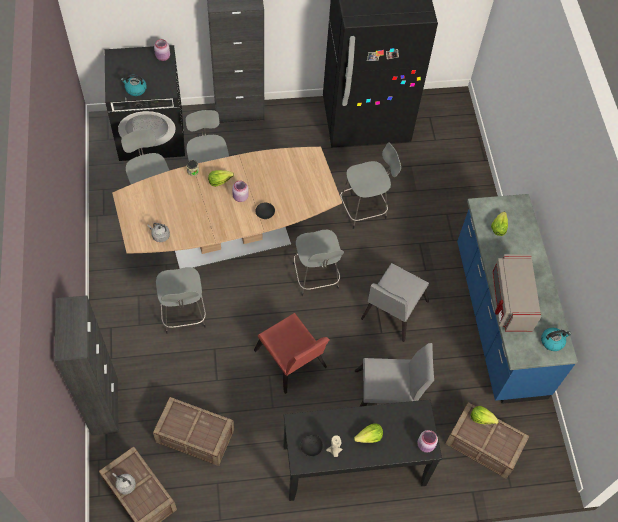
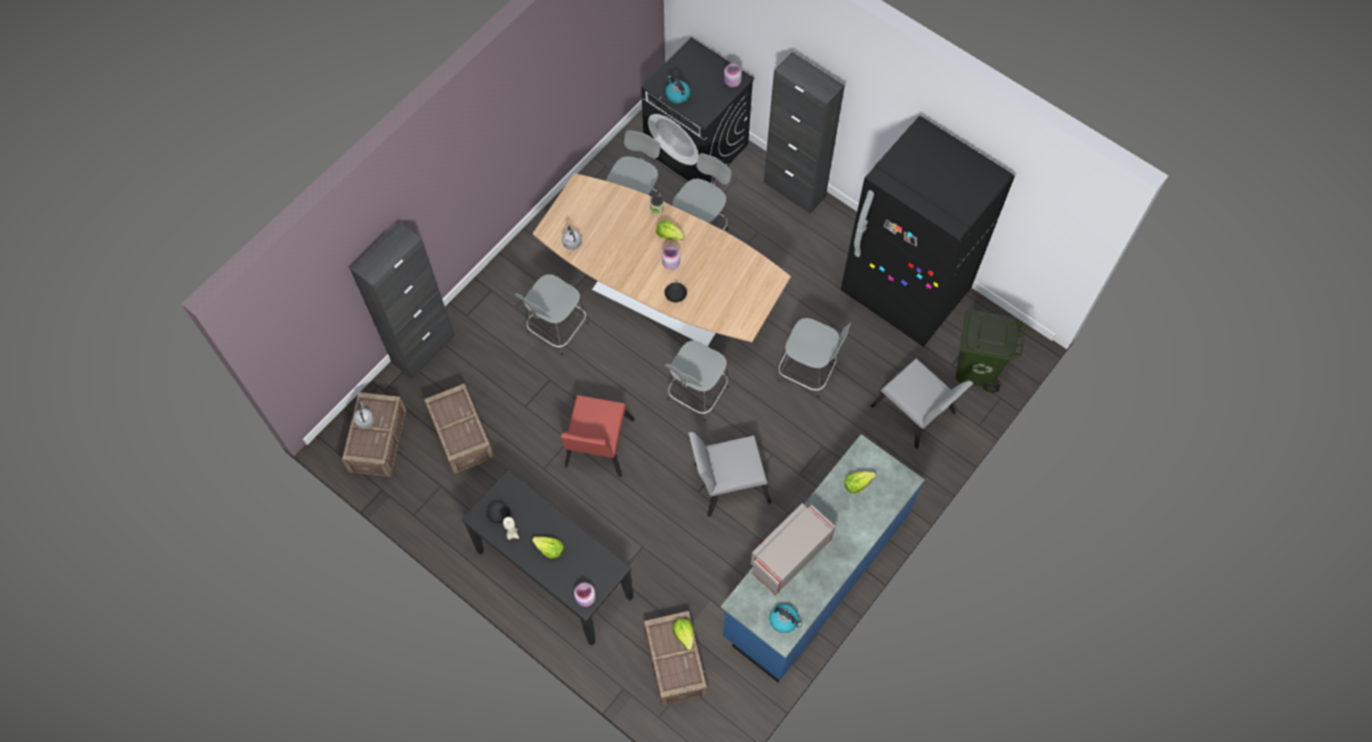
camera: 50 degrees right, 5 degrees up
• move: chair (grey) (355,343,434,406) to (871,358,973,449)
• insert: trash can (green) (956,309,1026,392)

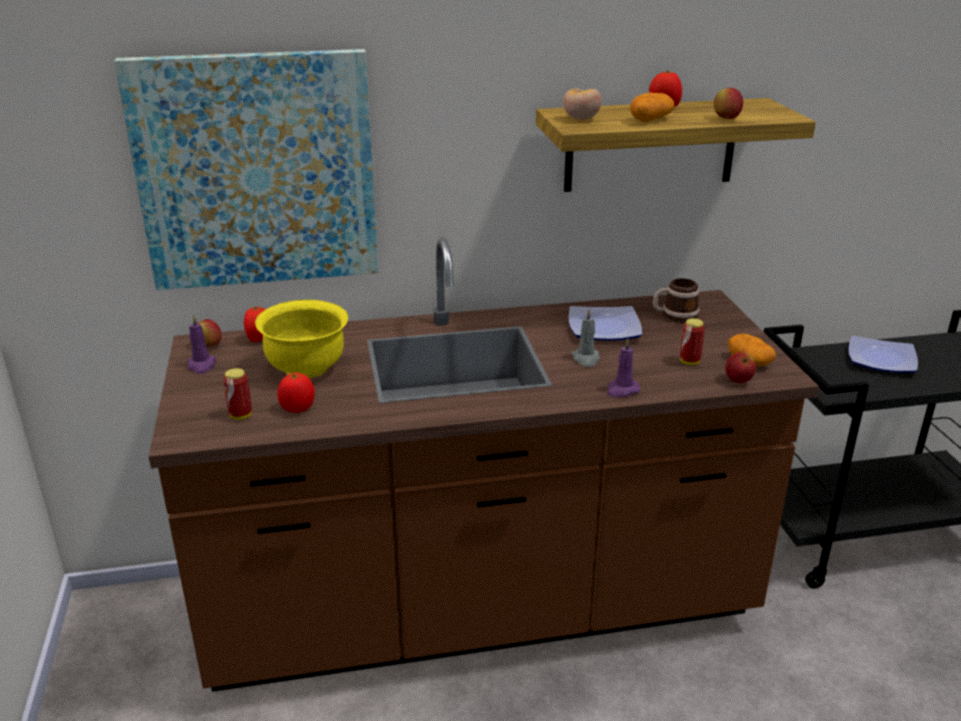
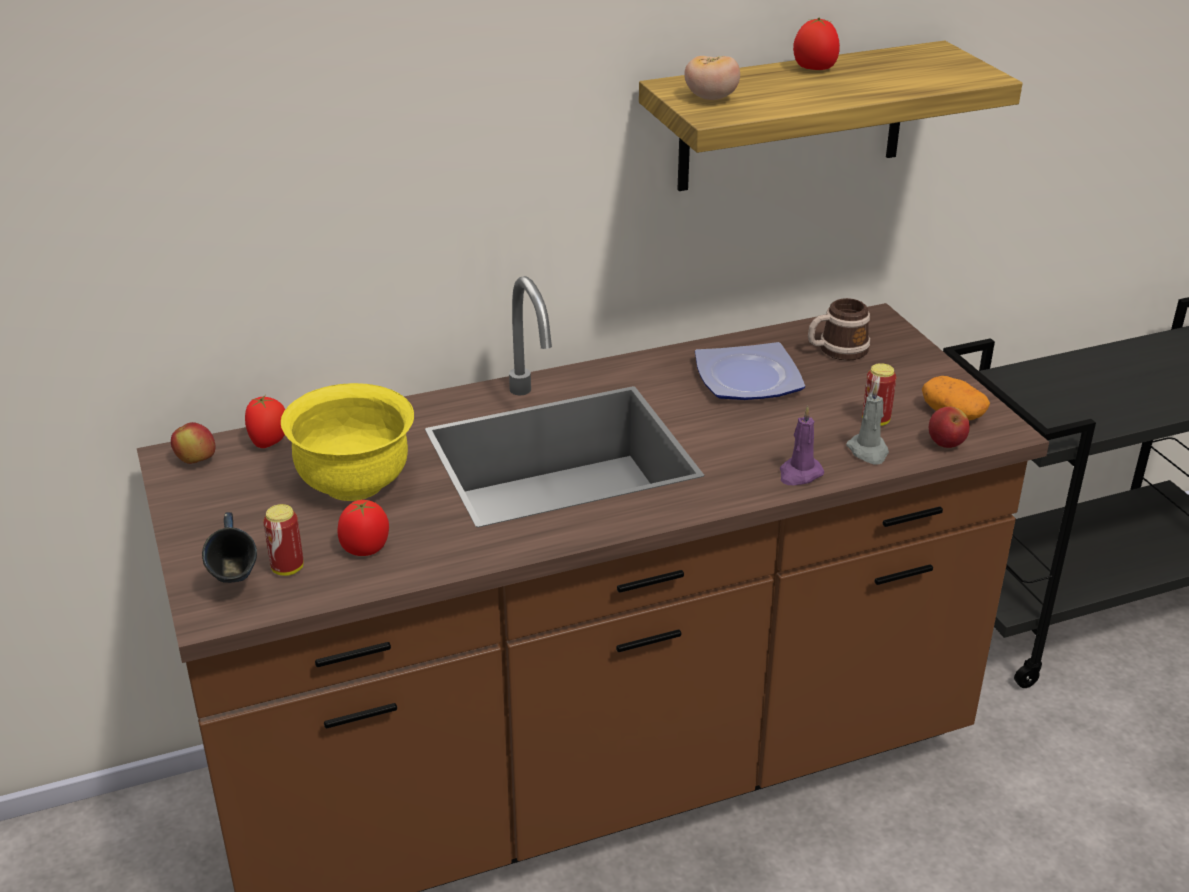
camera: 10 degrees left, 5 degrees up
• delete: picture (114,49,378,290)
• delete: candle (purple) (187,314,216,374)
• move: candle (grey) (571,309,600,367) to (846,384,889,464)
• delete: potato (630,93,675,122)
• delete: apple (714,88,743,119)
• delete: plate (848,336,918,373)
• insert: mug (blue) (202,512,257,583)

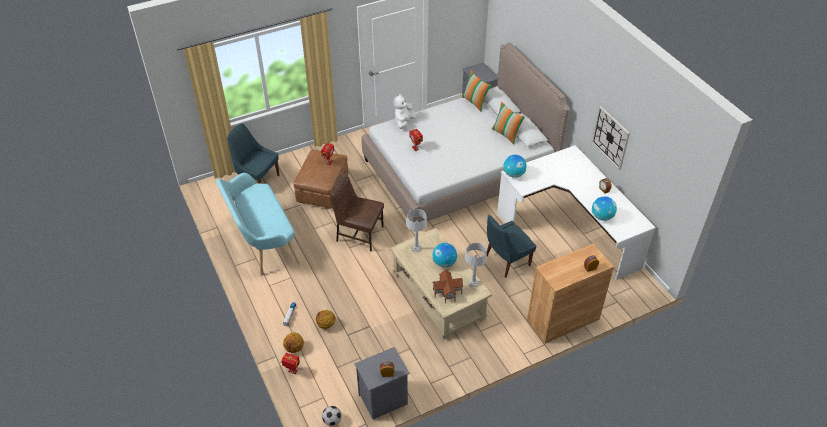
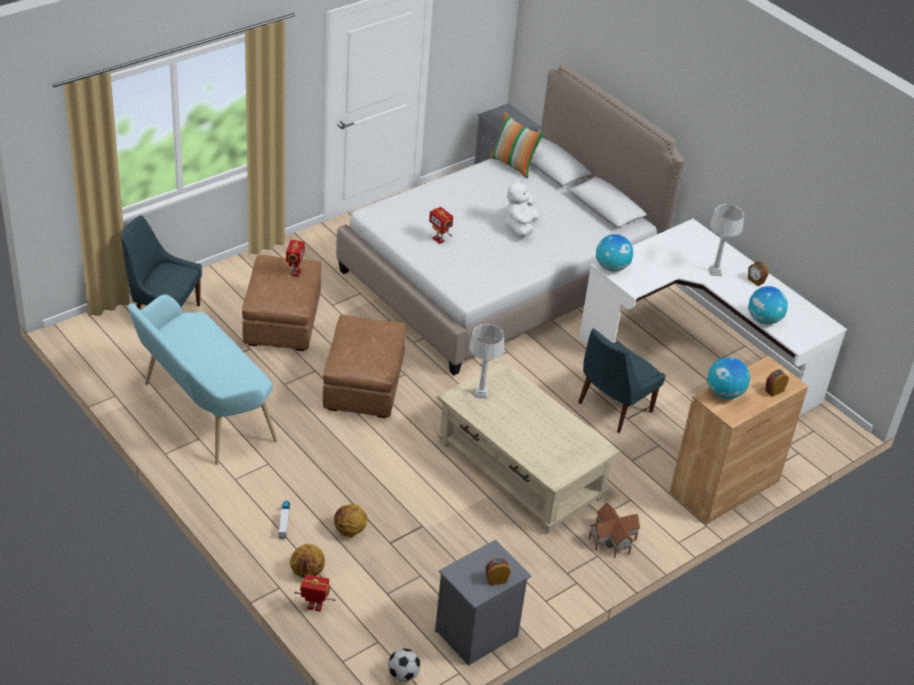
camera: 15 degrees left, 5 degrees down
• replace: chair (brown) (330,173,384,252) to ottoman (brown) (323,315,406,418)
• move: plush toy (white) (393,94,416,129) to (505,179,539,237)
• move: toy house (432,269,463,303) to (589,503,640,558)
• move: globe (433,243,457,267) to (707,357,750,399)
• move: table lamp (grey) (465,243,487,287) to (709,204,744,276)
• delete: pillow (492,101,525,144)
• delete: wall clock (591,106,630,170)

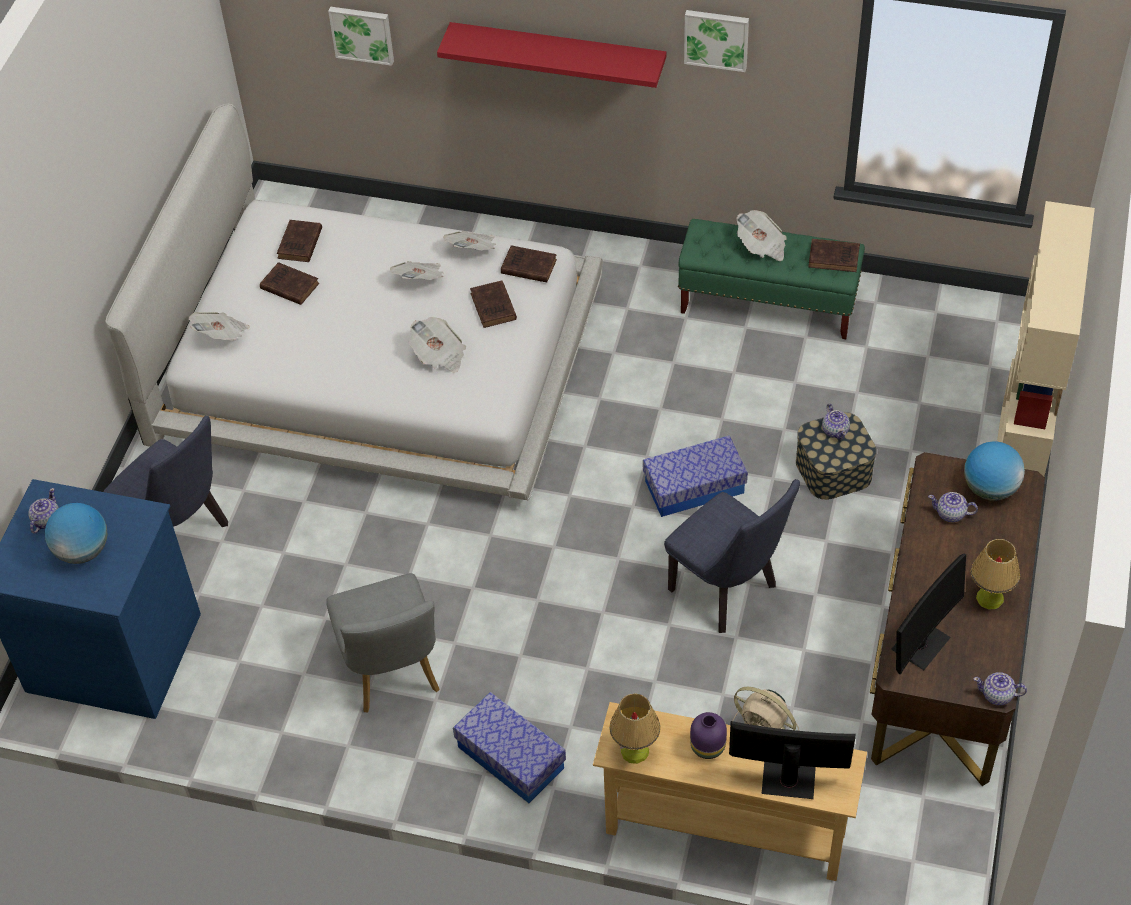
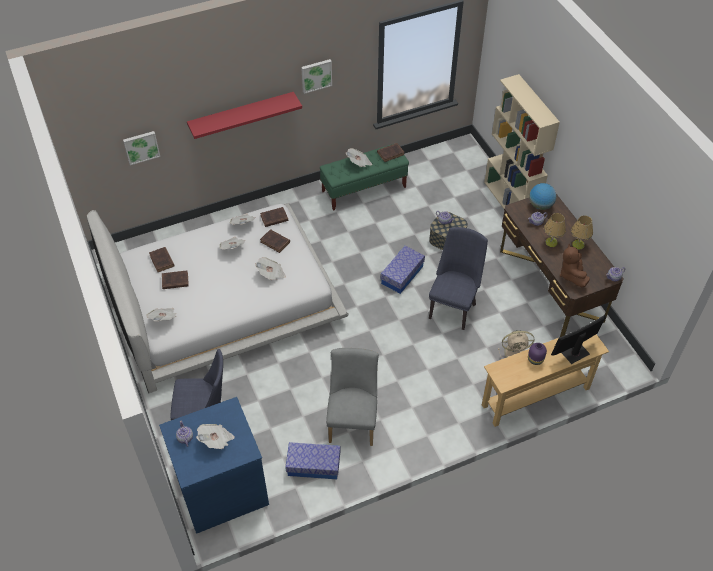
camera: 40 degrees left, 0 degrees up
• replace: globe (45,503,108,564) to newspaper (196,424,235,449)
• rotate: chair (grey) (326,573,440,713) = (326,348,379,446) 120 degrees counterclockwise
• move: storage box (453,692,566,803) to (285,442,341,479)
• move: table lamp (609,693,661,764) to (544,213,566,247)
• rotate: chair (blue) (664,479,800,633) = (429,227,488,330) 75 degrees counterclockwise
• replace: monitor (891,553,966,675) to plush toy (brown) (560,243,590,287)

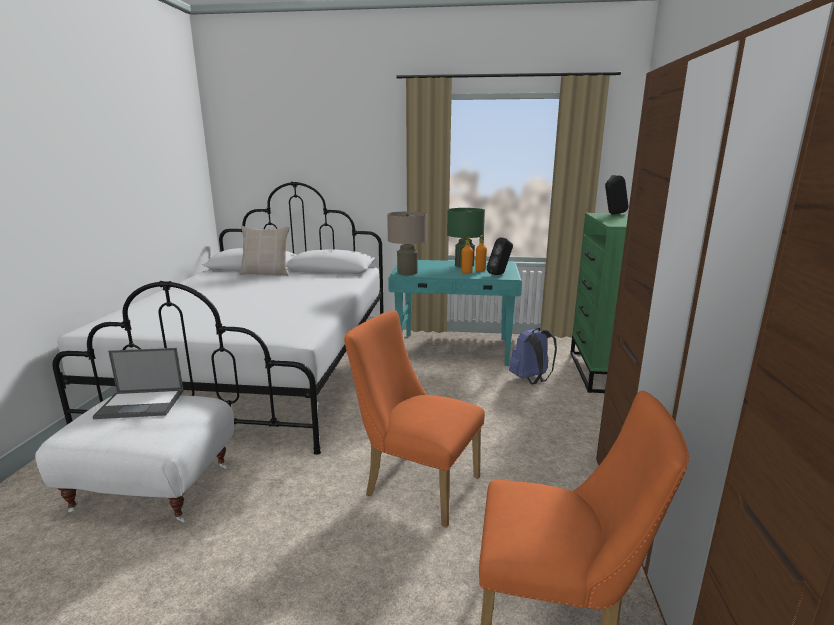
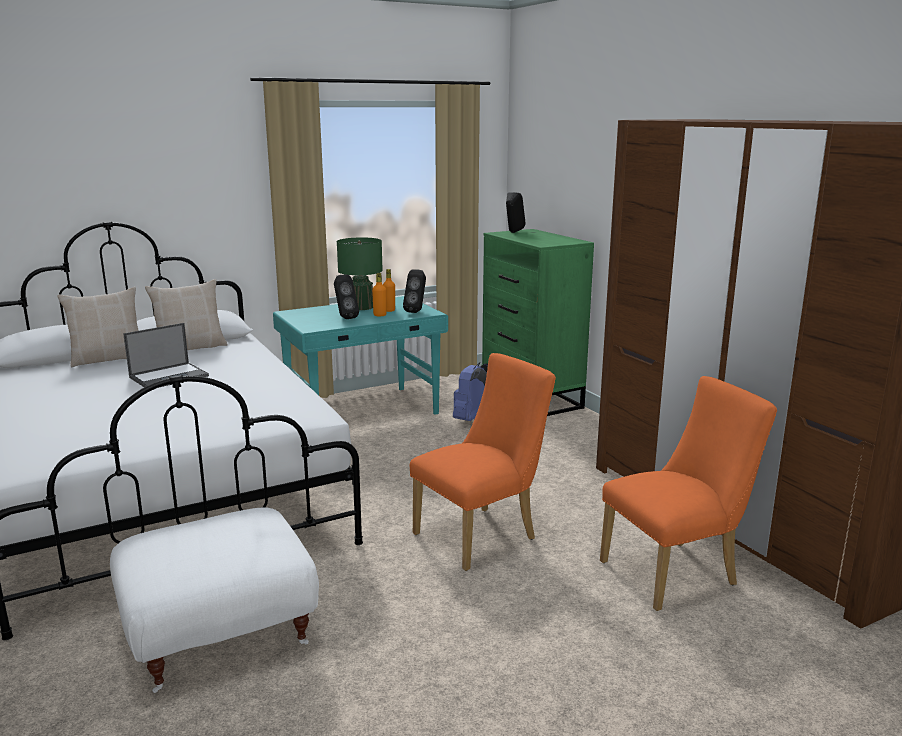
camera: 35 degrees left, 0 degrees up
• move: laptop (93,348,184,419) to (123,323,209,387)
• rotate: chair (orange) (344,310,485,528) = (410,353,556,571) 150 degrees clockwise
• delete: table lamp (beige) (387,212,427,275)
• insert: pillow (beige) (145,279,228,350)
• insert: speaker (black) (334,274,359,319)

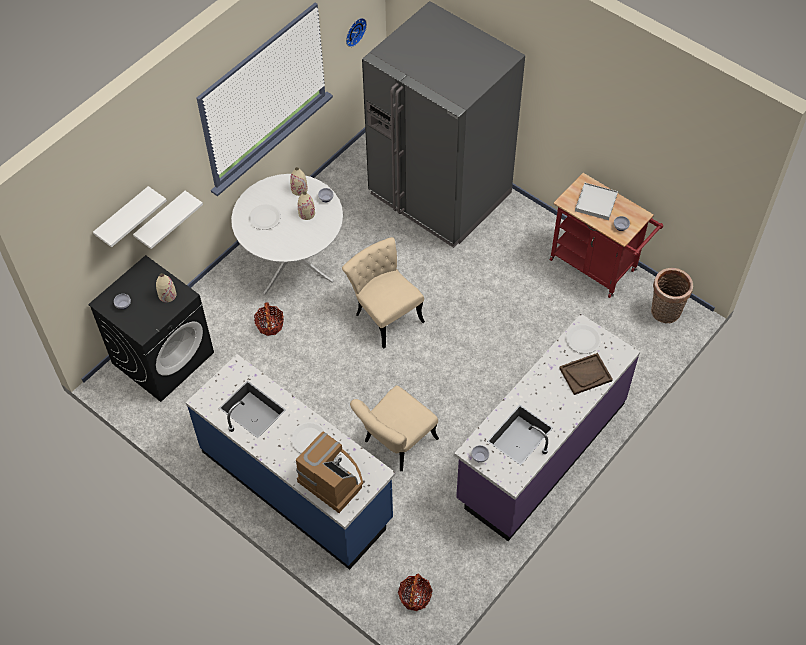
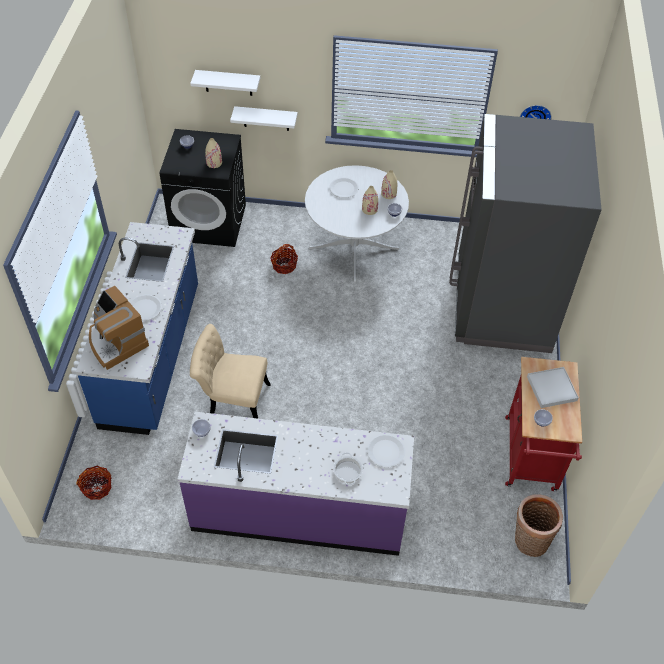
camera: 55 degrees right, 5 degrees down
• rotate: coffee machine (296,432,363,513) = (89,286,149,370) 135 degrees clockwise
• delete: chair (beige) (342,237,425,349)
• replace: tray (brown) (559,353,613,395) to cooking pot (334,452,363,485)

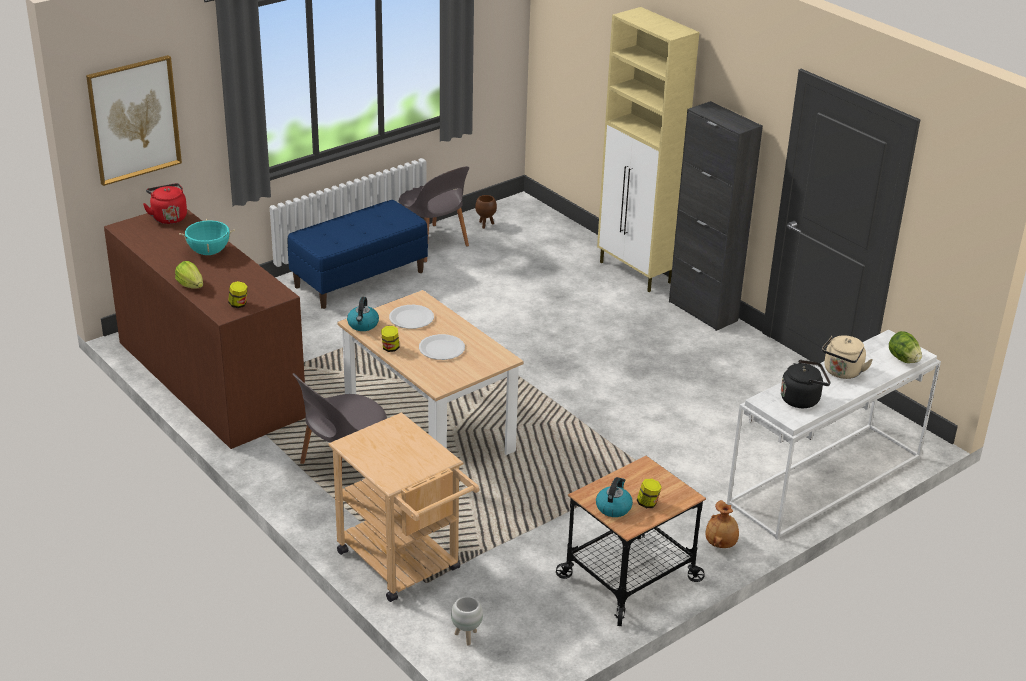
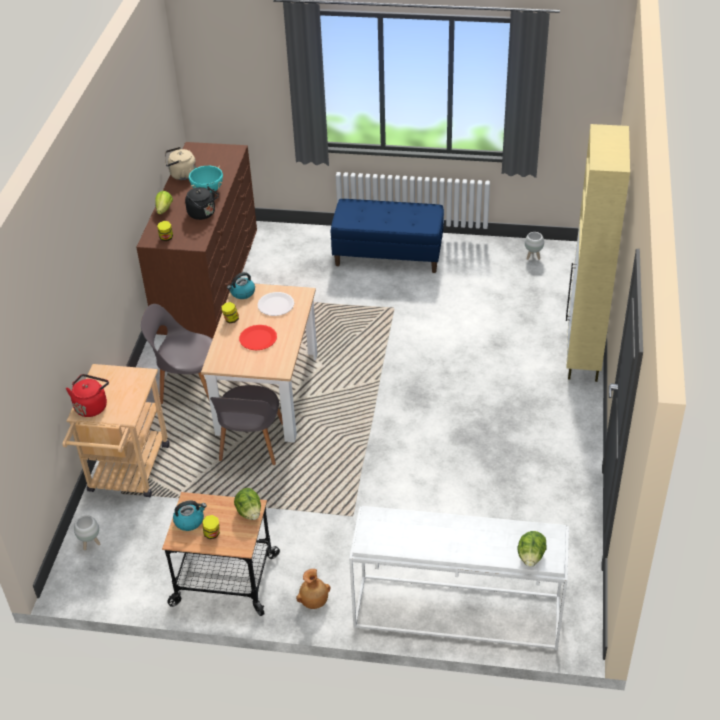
camera: 50 degrees right, 10 degrees up
• delete: picture (86,55,182,186)
• move: kettle (red) (143,183,187,224) to (66,374,109,417)
• move: chair (grey) (399,166,469,262) to (210,385,283,465)
• recolor: plate (white) (419,334,465,360) to plate (red) (239,325,277,350)
• recolor: planter (brown) (475,195,497,229) to planter (white) (525,232,544,260)
• delete: cabinet (black) (669,101,763,331)
• move: kettle (black) (781,360,831,408) to (185,186,219,220)
• move: kettle (beige) (822,335,873,379) to (165,147,197,180)
• insert: lettuce (234,488,261,520)

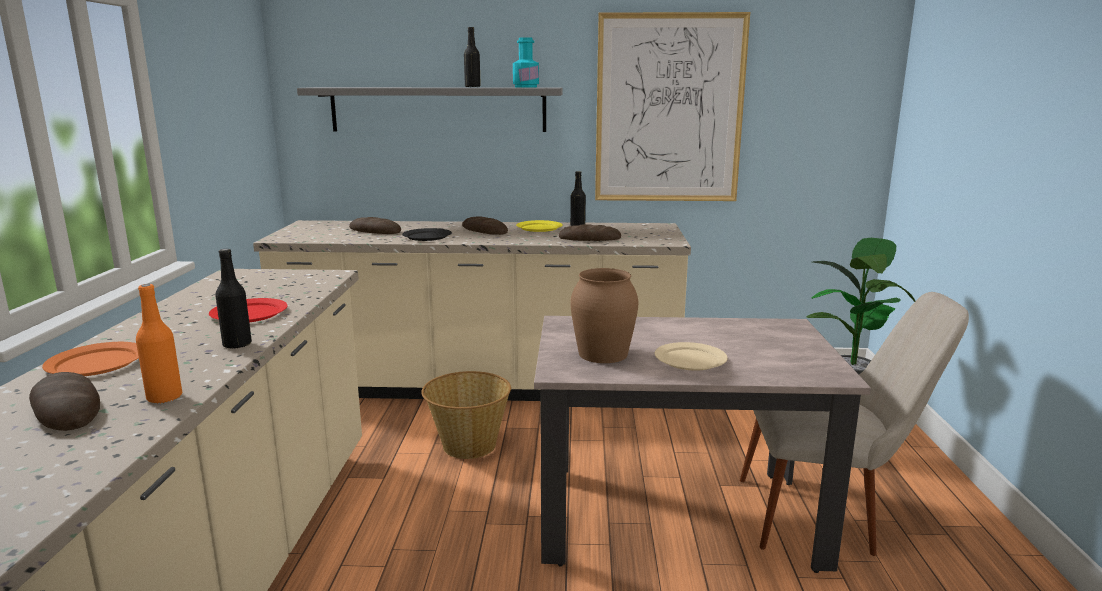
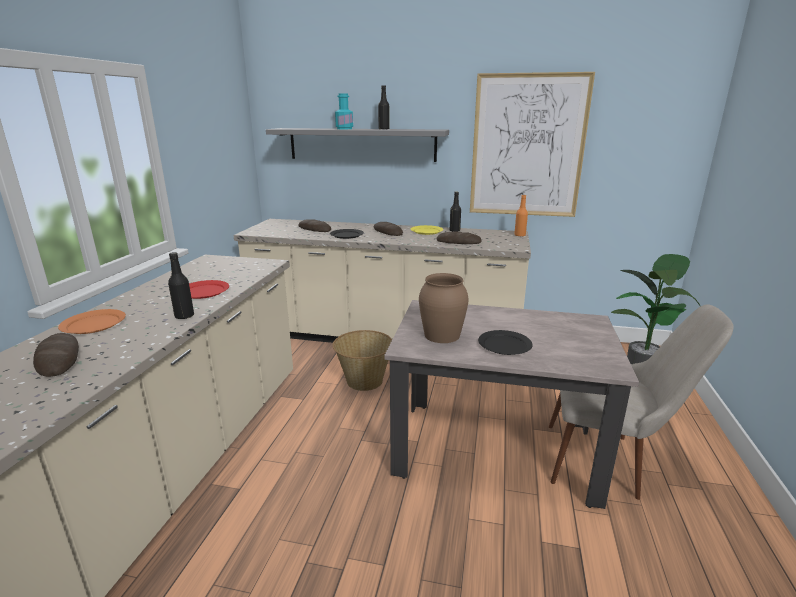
camera: 10 degrees right, 5 degrees up
• move: bottle (orange) (136,284,182,404) to (514,195,528,237)
• move: bottle (turquoise) (513,37,539,87) to (335,94,353,129)
• recolor: plate (beige) (655,342,728,371) to plate (black) (478,330,533,355)

